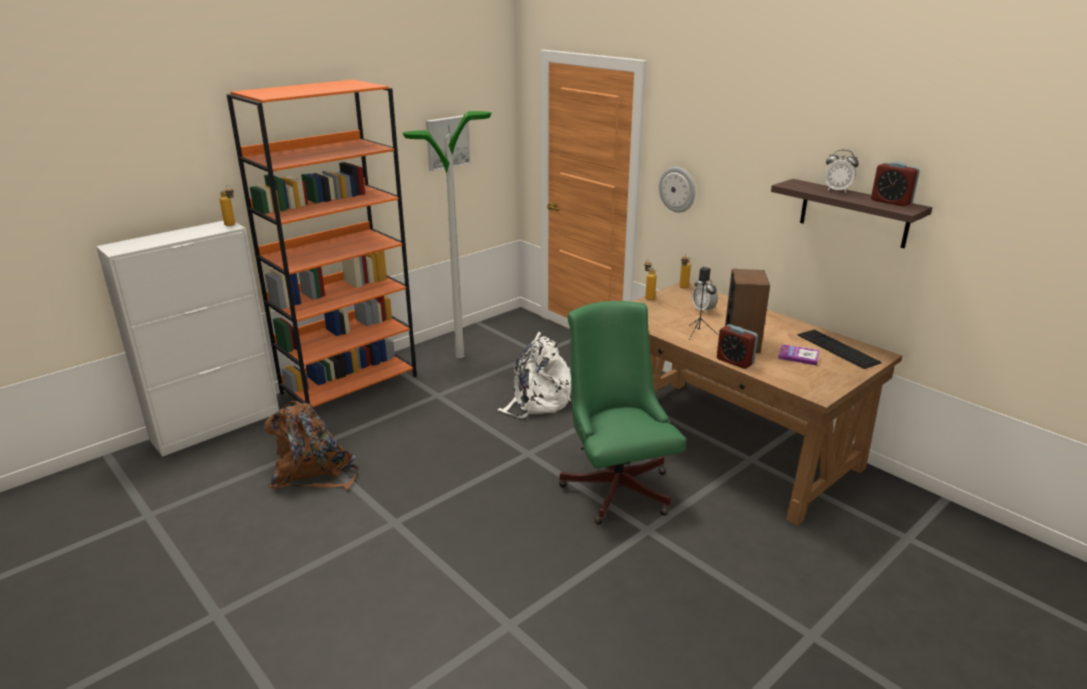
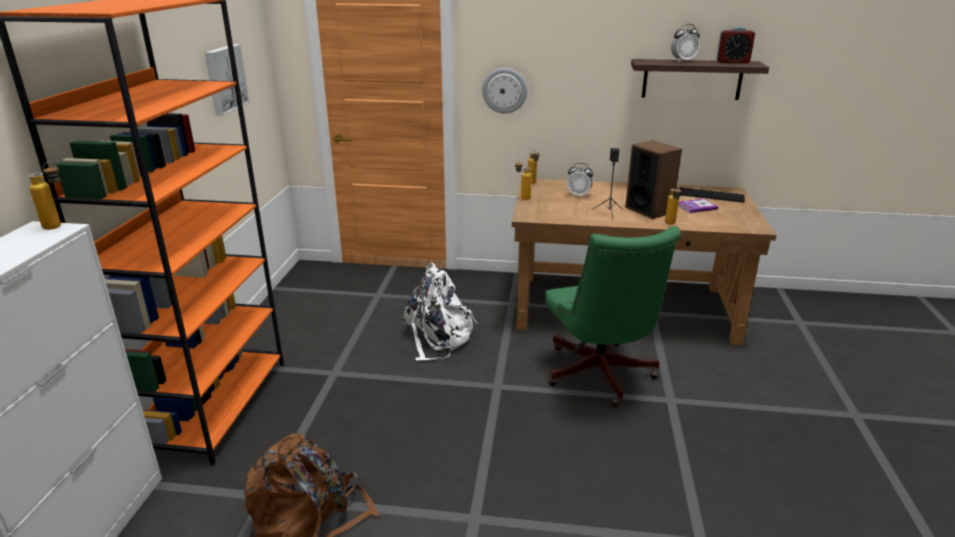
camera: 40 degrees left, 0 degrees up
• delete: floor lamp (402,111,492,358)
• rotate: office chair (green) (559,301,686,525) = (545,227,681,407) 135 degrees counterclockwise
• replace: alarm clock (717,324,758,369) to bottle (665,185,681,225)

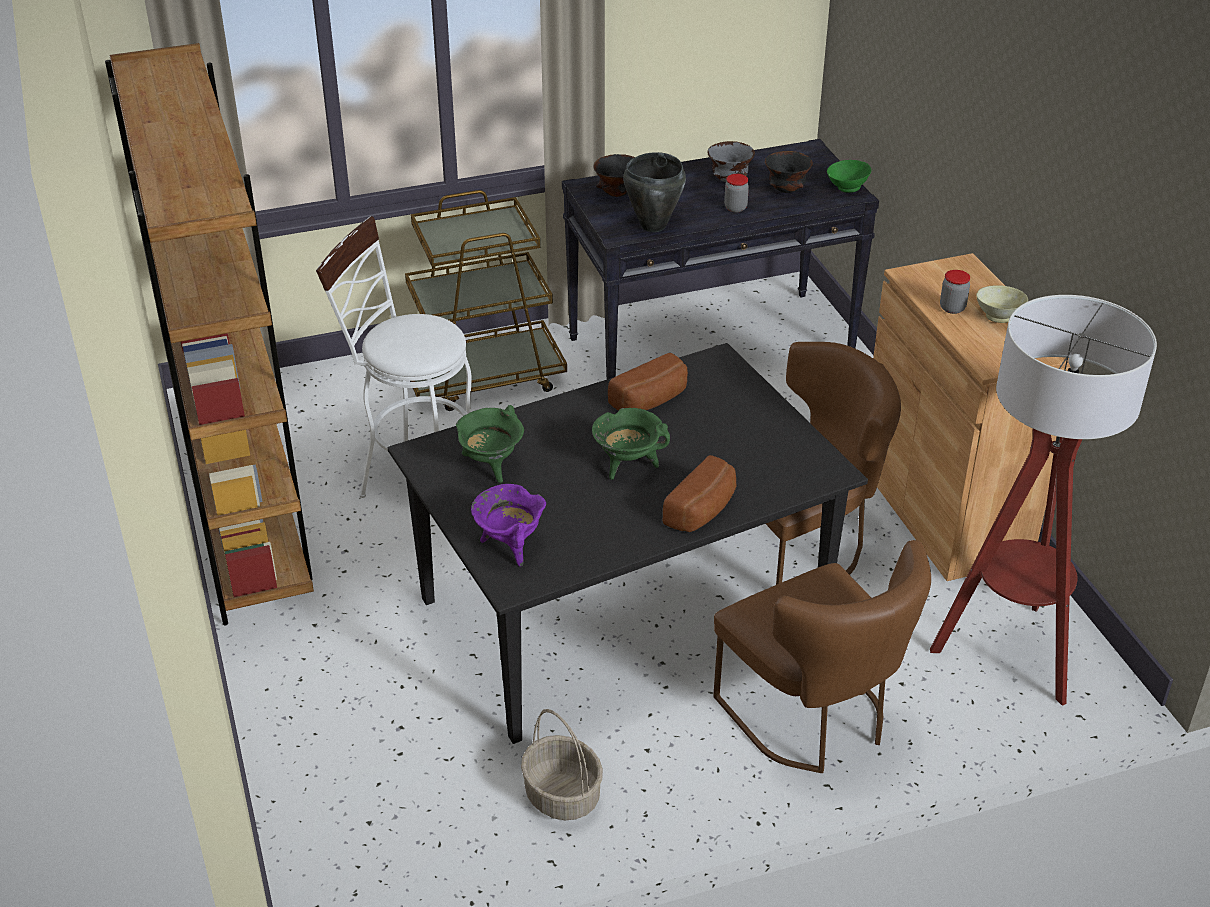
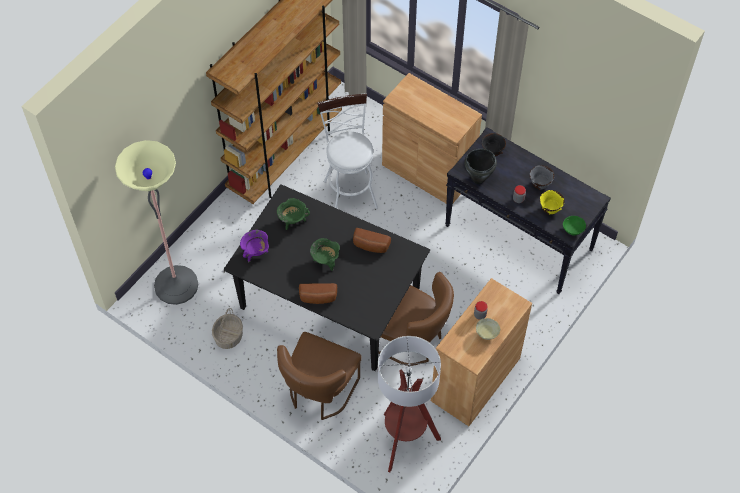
camera: 55 degrees right, 20 degrees up
• replace: cart (brown) (405,190,567,411) to cabinet (brown) (382,73,482,204)
• recolor: bowl (black) (765,151,813,193) to bowl (yellow) (540,190,565,215)
• insert: floor lamp (115,140,198,305)

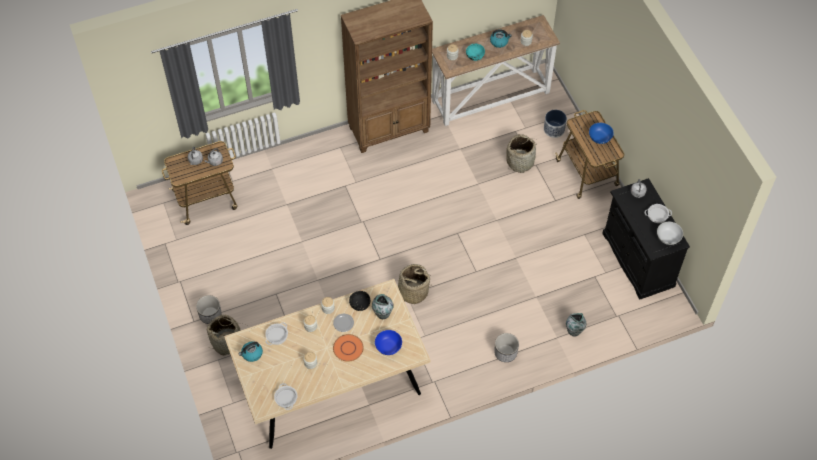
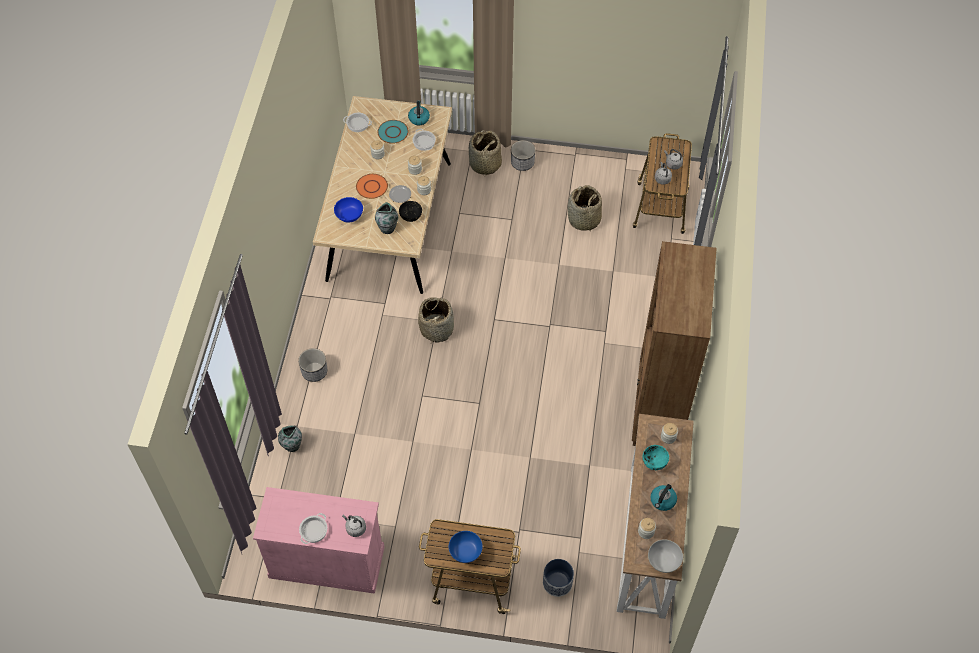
camera: 120 degrees right, 0 degrees up
• move: basket (506,134,536,173) to (568,185,602,231)
• recolor: cabinet (black) (602,178,690,300) to cabinet (pink) (253,487,384,594)
• move: bowl (white) (657,222,683,245) to (648,539,683,573)
• insert: plate (turquoise) (377,120,409,144)

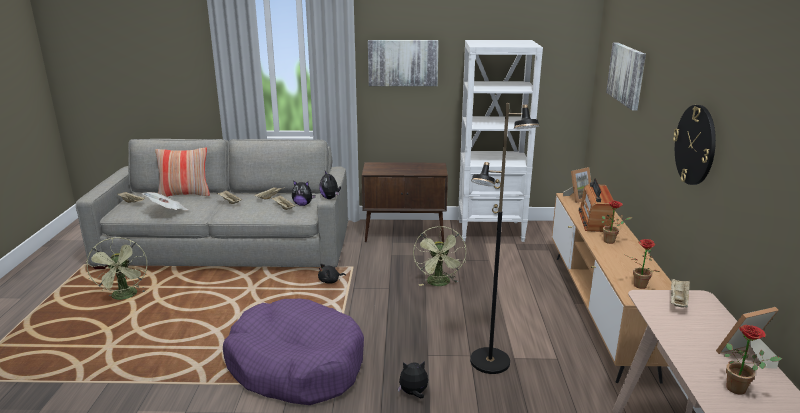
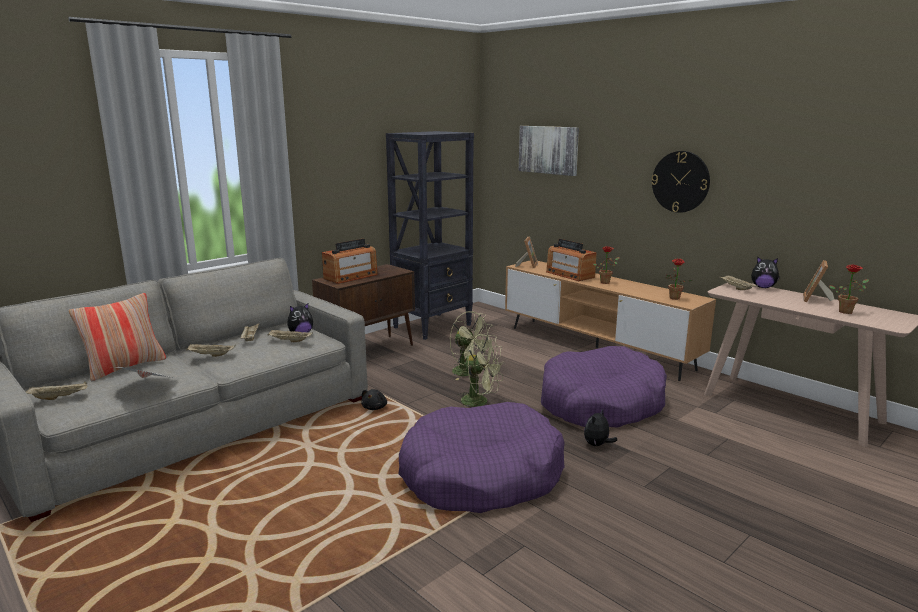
camera: 45 degrees left, 5 degrees down
• move: fan (green) (86,237,147,300) to (458,334,505,407)
• move: plush toy (319,171,341,199) to (751,257,780,288)
• delete: picture (368,40,439,86)
• recolor: bookcase (white) (459,40,543,242) to bookcase (black) (386,131,474,340)
• replace: floor lamp (black) (470,103,540,374) to dog bed (purple) (541,346,667,427)
• insert: radio (322,239,378,284)

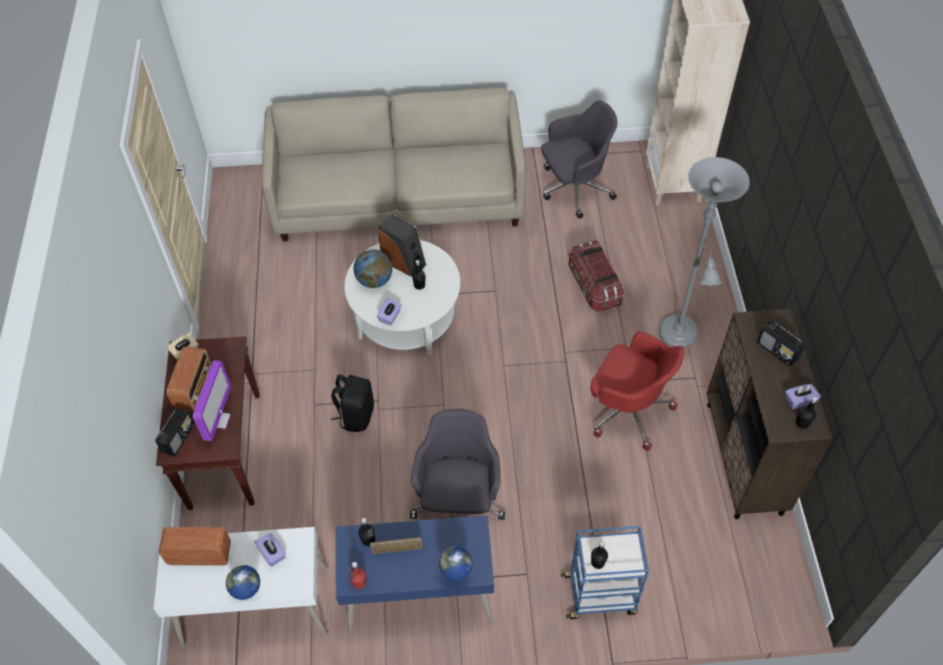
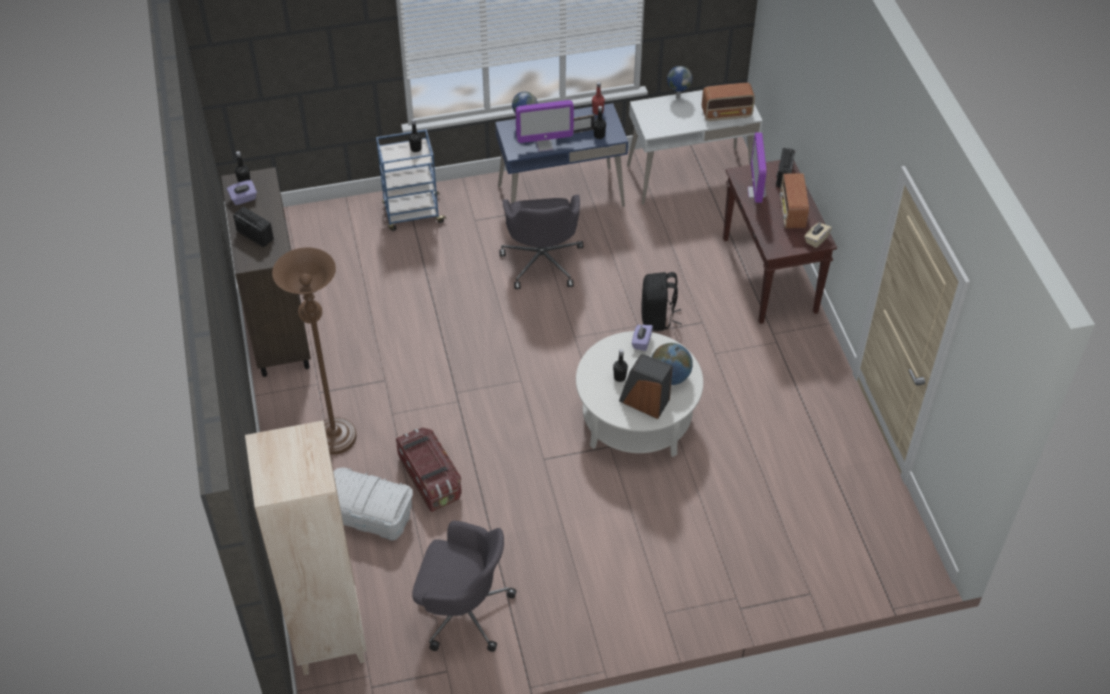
camera: 170 degrees right, 5 degrees down
• delete: tissue box (purple) (255,533,286,567)
• delete: sofa (beige) (261,88,526,242)
• rotate: office chair (grey) (541,100,617,219) = (412,521,516,652) 135 degrees counterclockwise
• delete: office chair (red) (590,331,684,451)
• recolor: floor lamp (grey) (659,157,750,348) to floor lamp (brown) (272,247,356,455)
• insert: storage box (white) (333,467,413,540)
• insert: monitor (516,100,574,152)

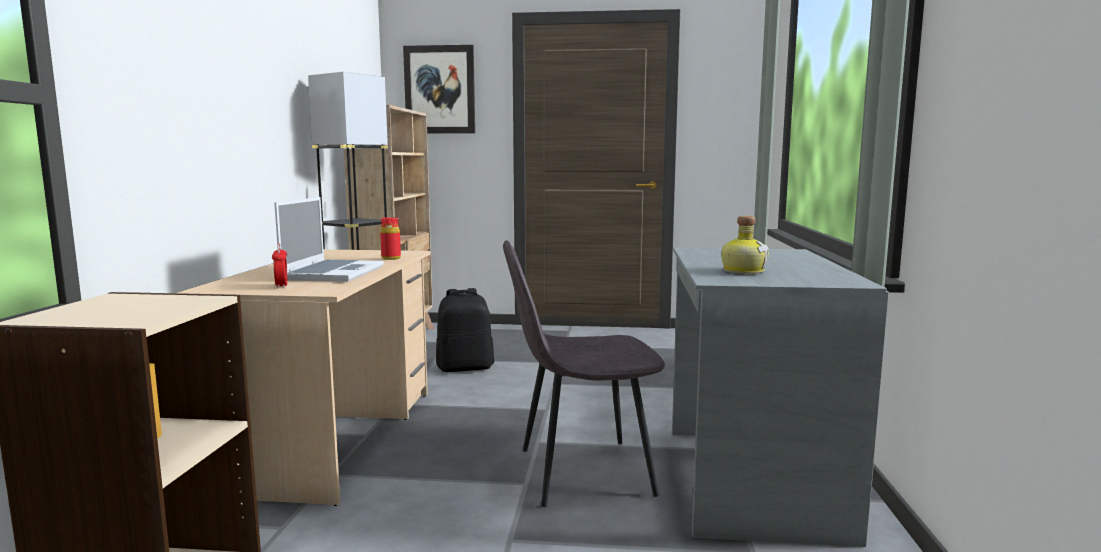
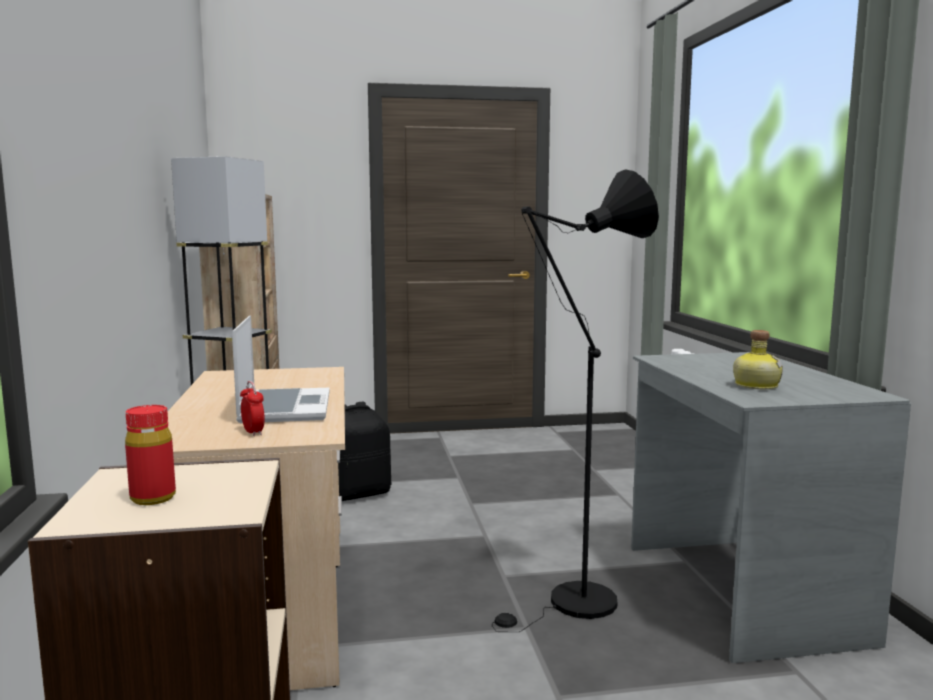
camera: 15 degrees left, 0 degrees up
• move: bottle (red) (380,217,401,260) to (125,405,176,505)
• delete: picture (403,45,475,134)
• replace: chair (grey) (503,240,665,507) to floor lamp (black) (492,169,659,632)

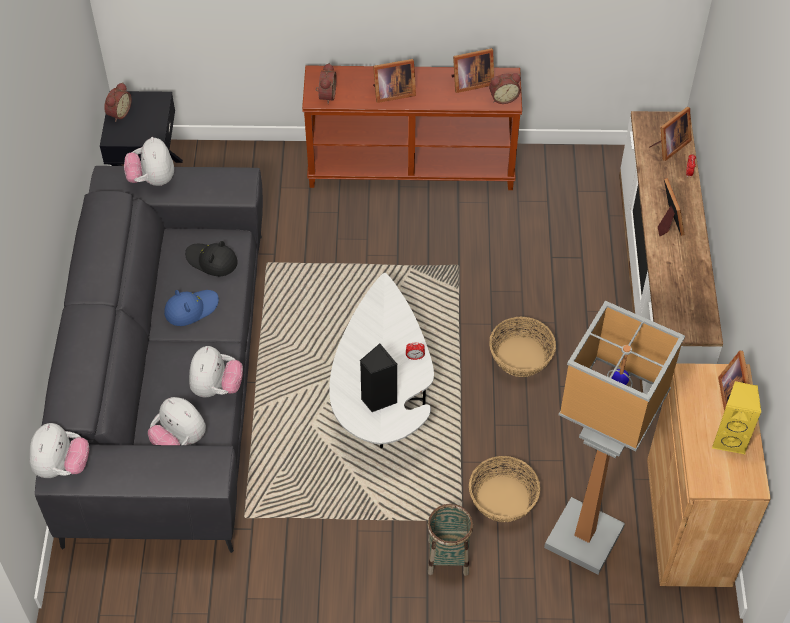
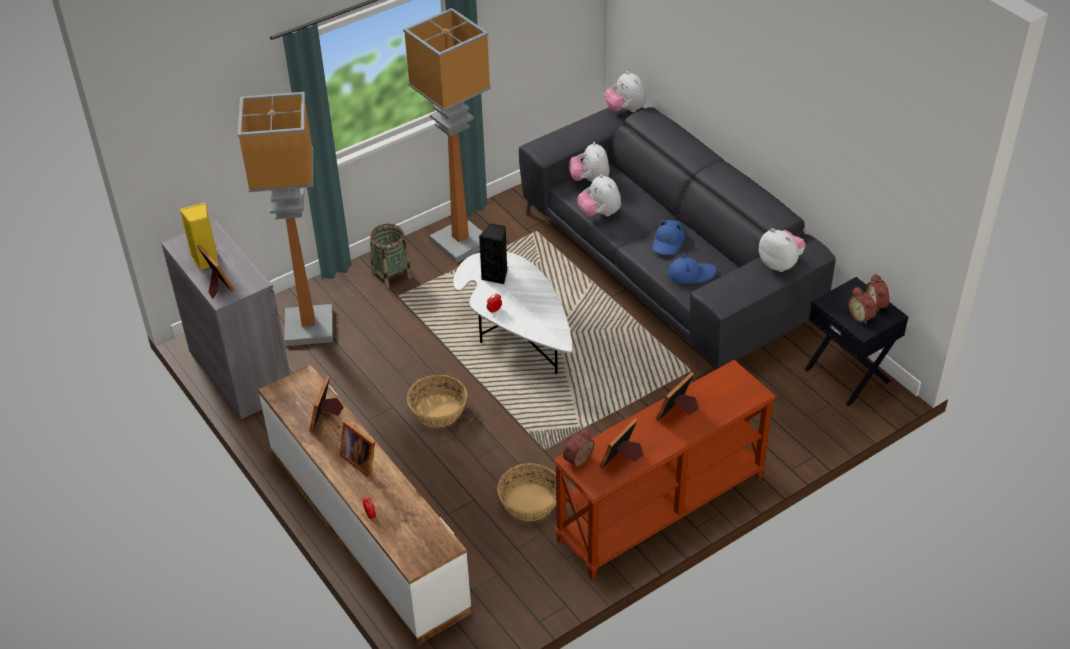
camera: 145 degrees right, 10 degrees down
• rotate: plush toy (148,397,206,445) = (569,142,610,182) 105 degrees counterclockwise
• recolor: hat (black) (185,241,238,276) to hat (blue) (668,253,716,284)
• move: alarm clock (316,63,336,104) to (848,287,877,324)
• move: basket (469,456,540,522) to (497,463,556,521)
• recolor: cabinet (brown) (647,363,771,587) to cabinet (grey) (161,220,290,419)
• move: picture frame (649,107,692,161) to (309,375,343,432)
• insert: floor lamp (403,8,491,263)

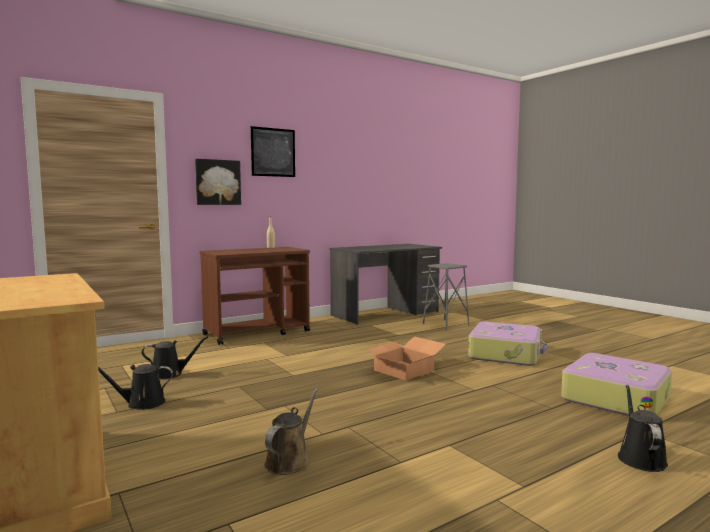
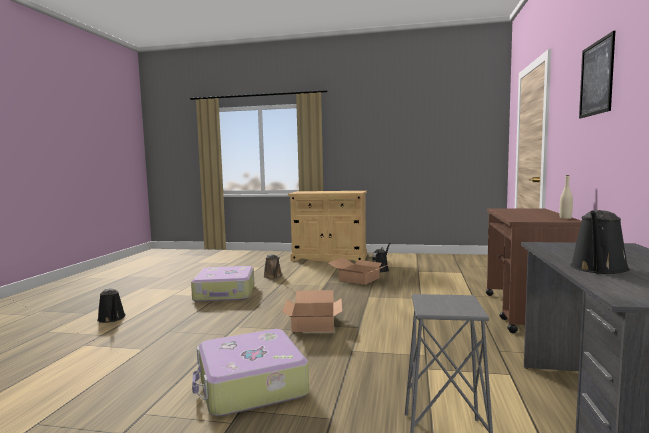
camera: 135 degrees right, 0 degrees up
• move: watering can (black) (141,337,208,379) to (570,210,630,274)
• delete: picture (195,159,241,205)
• move: suitcase (561,353,672,416) to (191,266,254,302)
• insert: cardboard box (328,258,390,285)

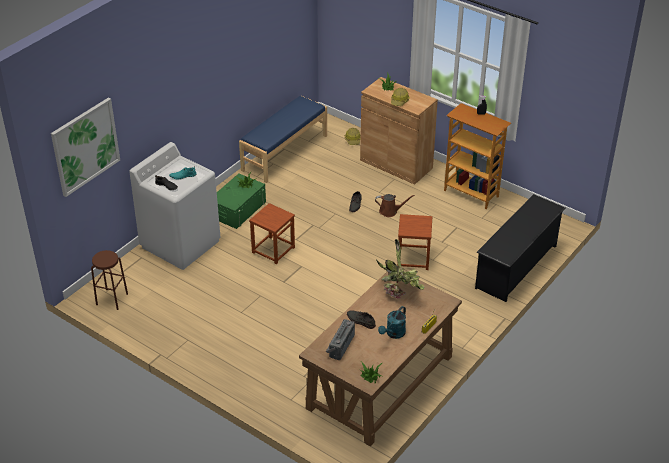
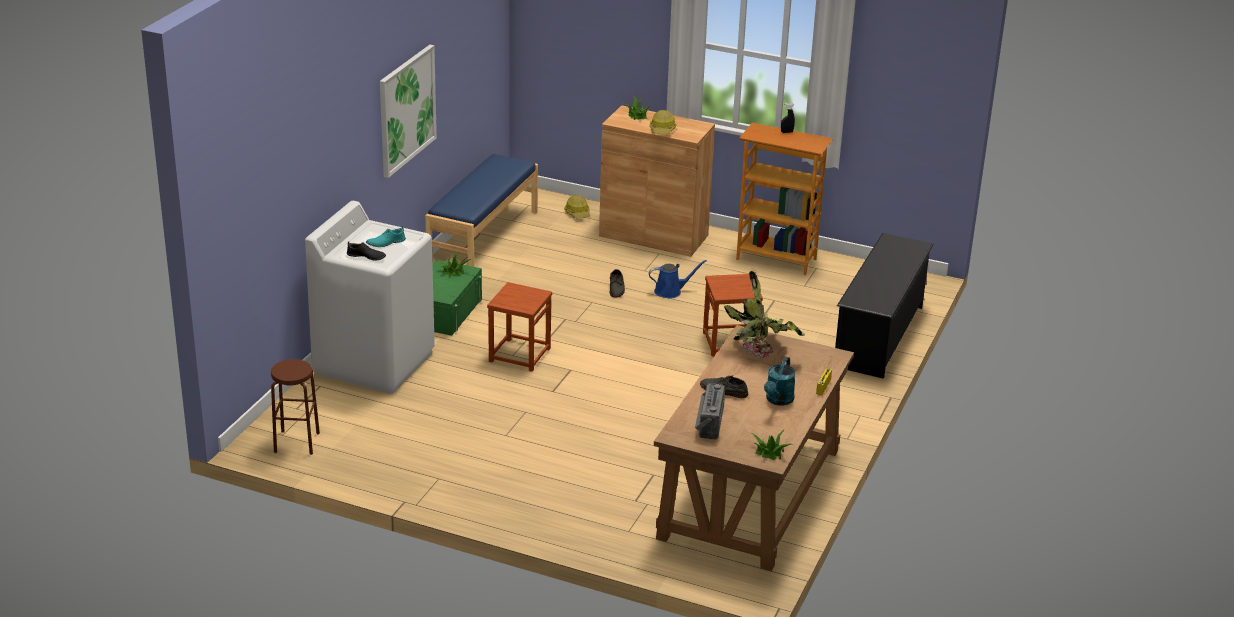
camera: 15 degrees left, 10 degrees down
• move: picture (51,98,120,197) to (380,45,437,178)
• recolor: watering can (brown) (375,194,415,217) to watering can (blue) (649,260,707,298)

